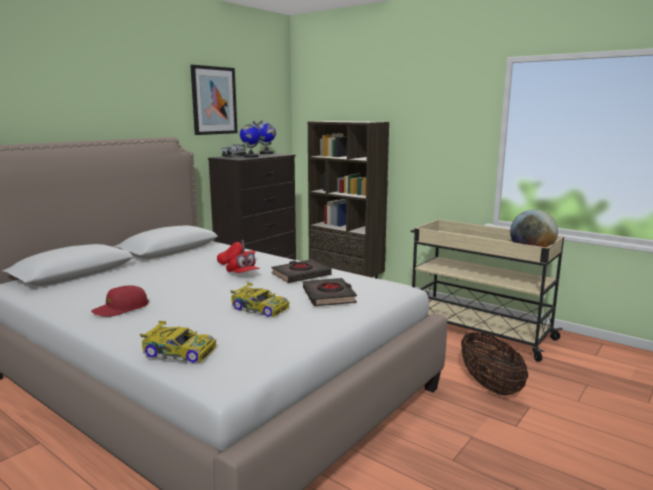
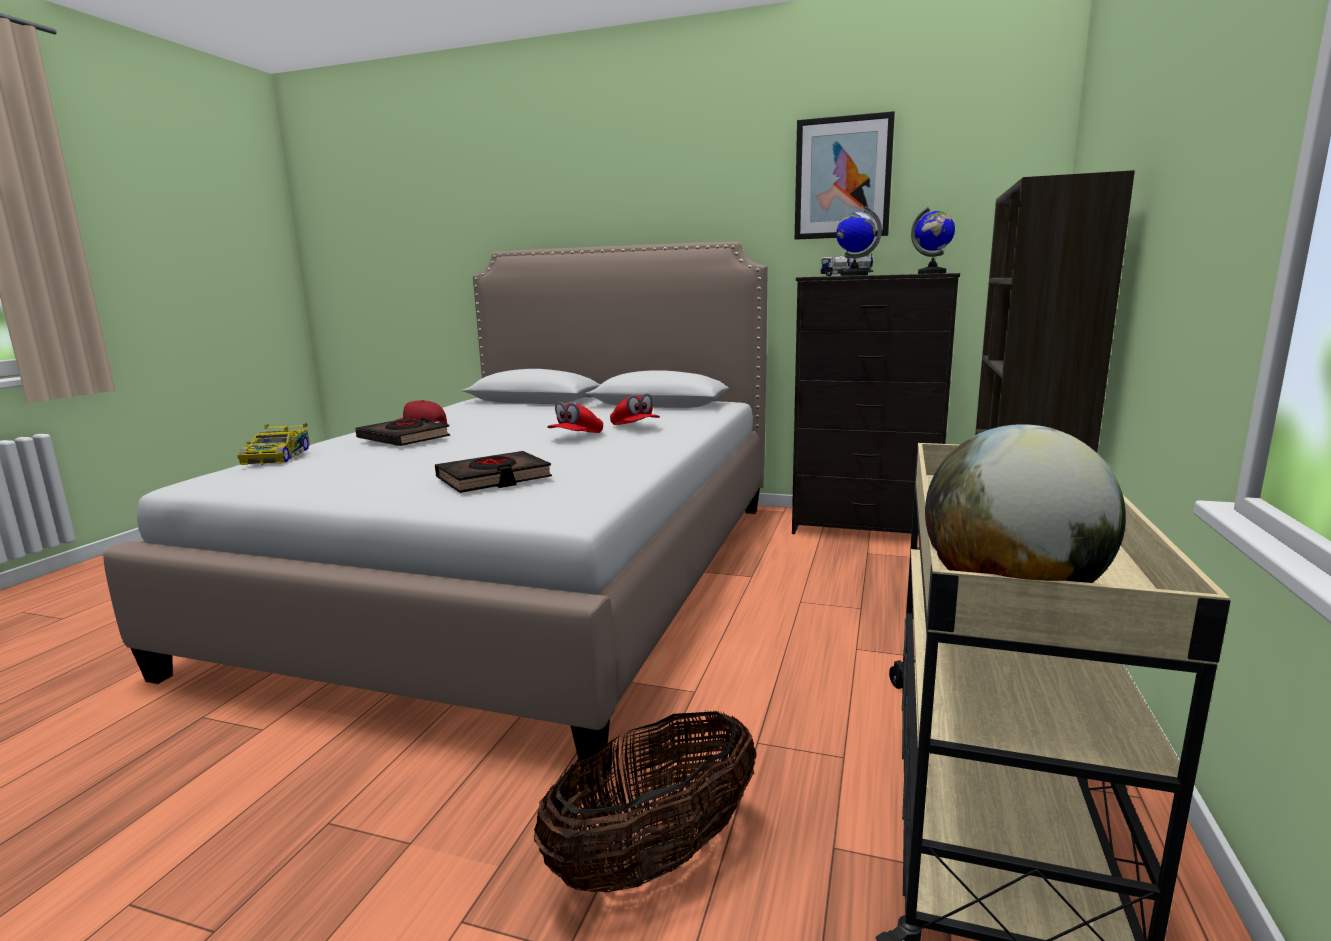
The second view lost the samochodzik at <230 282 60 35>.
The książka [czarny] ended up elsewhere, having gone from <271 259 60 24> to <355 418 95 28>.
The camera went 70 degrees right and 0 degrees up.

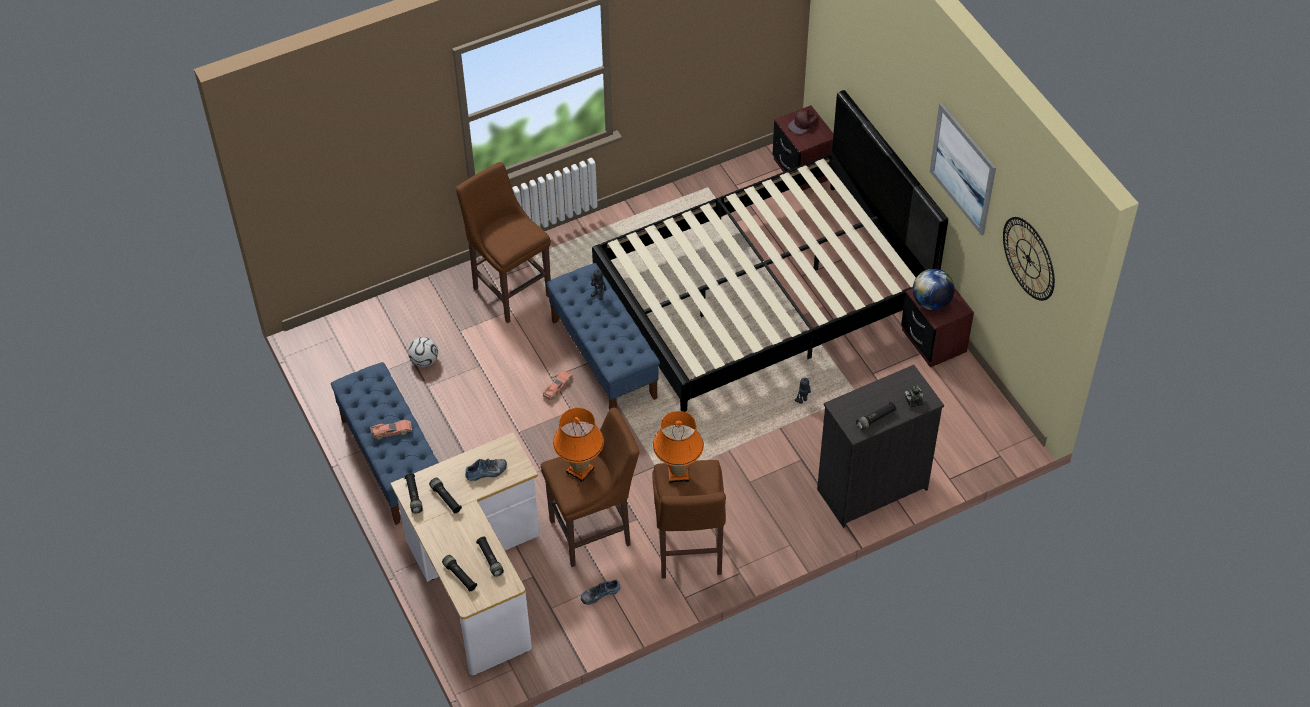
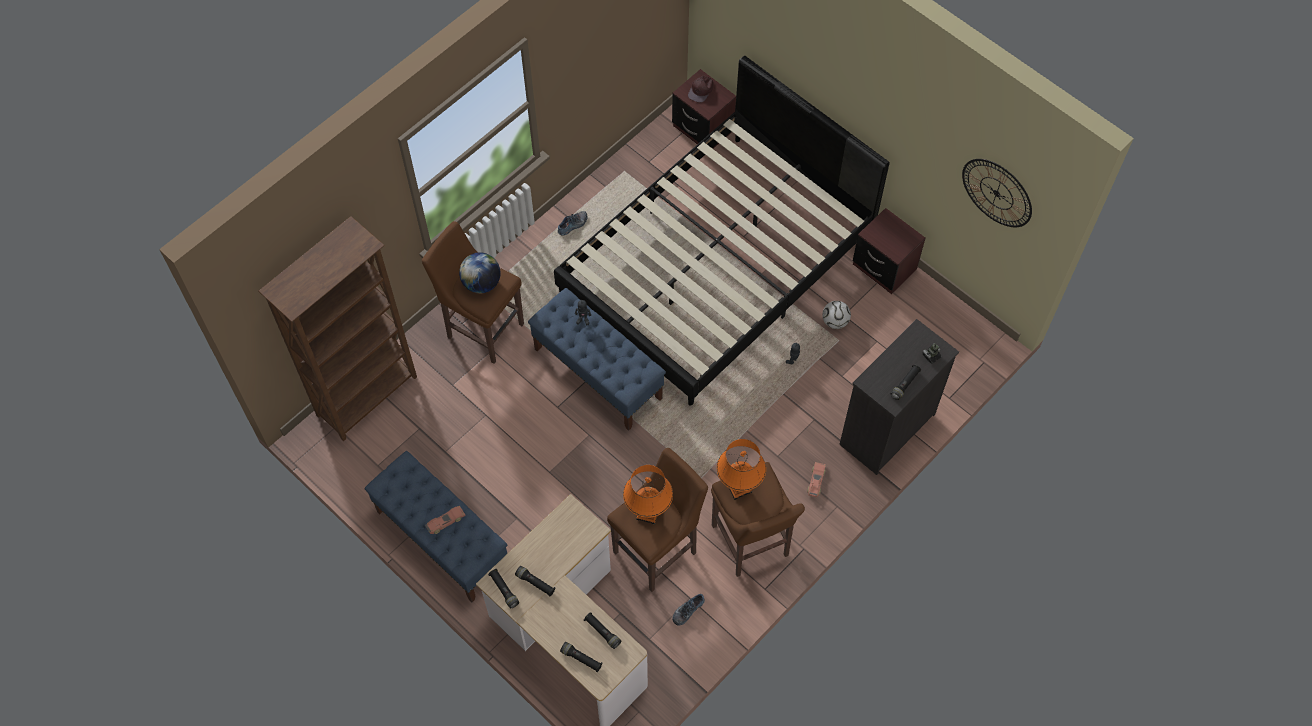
The second view lost the obraz at <930 103 66 133>.
The second view gained the regał [brązowy] at <259 216 158 225>.
The piłka futbolowa ended up elsewhere, having gone from <408 337 30 30> to <822 301 29 28>.
The but ended up elsewhere, having gone from <465 459 42 22> to <558 211 30 25>.
The samochodzik ended up elsewhere, having gone from <543 370 30 30> to <807 462 19 35>.
The globus ended up elsewhere, having gone from <913 269 42 41> to <459 252 42 41>.
The camera went 20 degrees left and 10 degrees up.

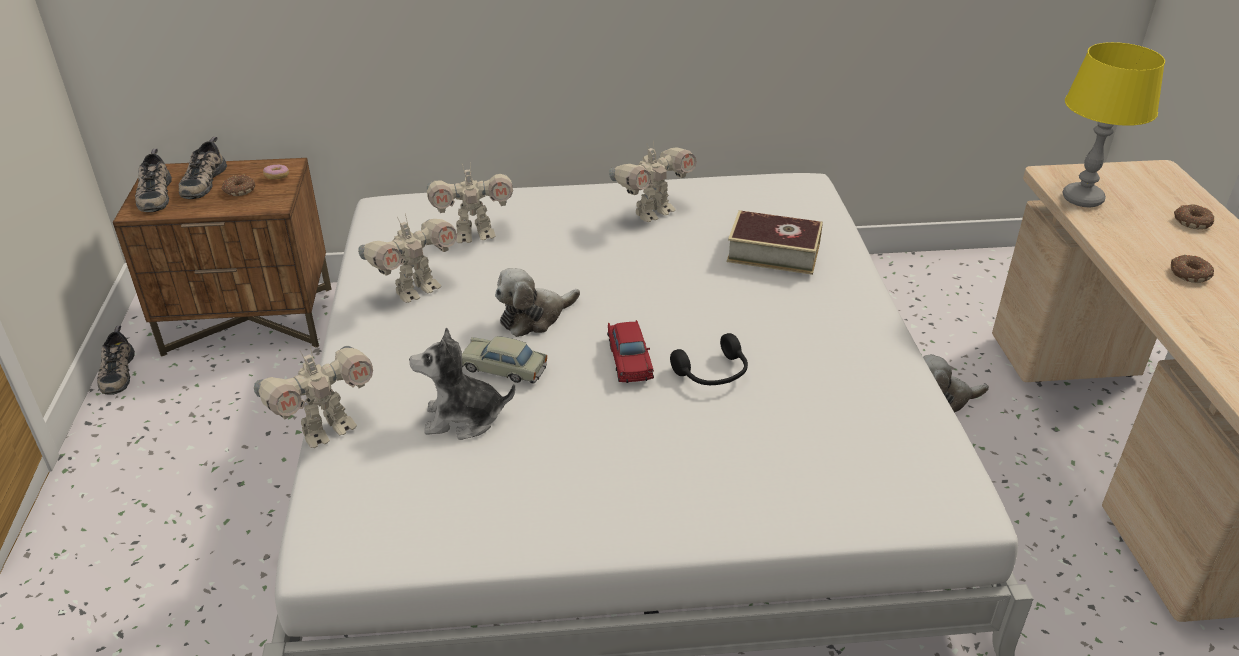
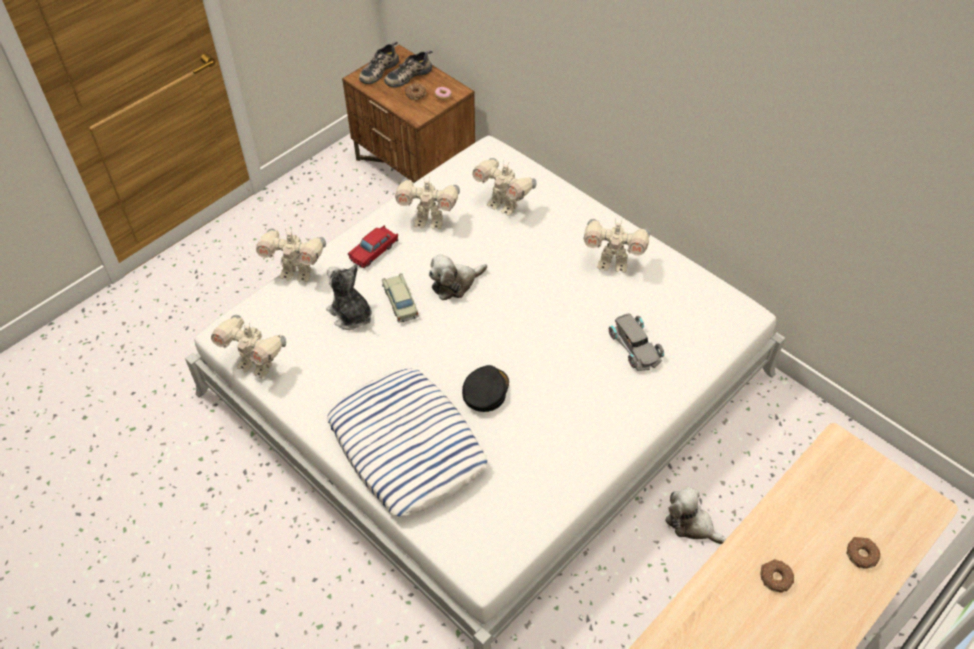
The second view lost the but at <97 325 38 70>.
The second view lost the lampa stołowa [żółty] at <1063 42 102 165>.
The second view gained the robot zabawkowy at <211 315 75 63>.
The second view gained the poduszka at <327 369 161 148>.
The samochodzik [czerwony] ended up elsewhere, having gone from <607 320 47 63> to <348 225 50 43>.
Where the słuchawki [czarny] stood at <670 333 78 52>, the czapka z daszkiem [czarny] came to stand at <462 365 47 47>.
Where the książka stood at <727 210 96 65>, the samochodzik [szary] came to stand at <608 314 56 57>.
The pluszak at <495 268 85 69> ended up facing another way, 45 degrees counterclockwise from before.
The camera went 50 degrees right and 15 degrees up.

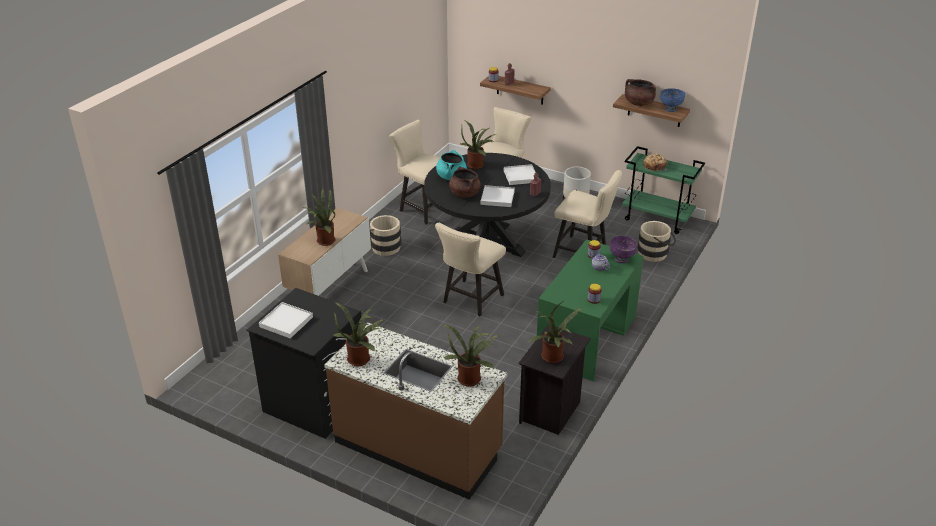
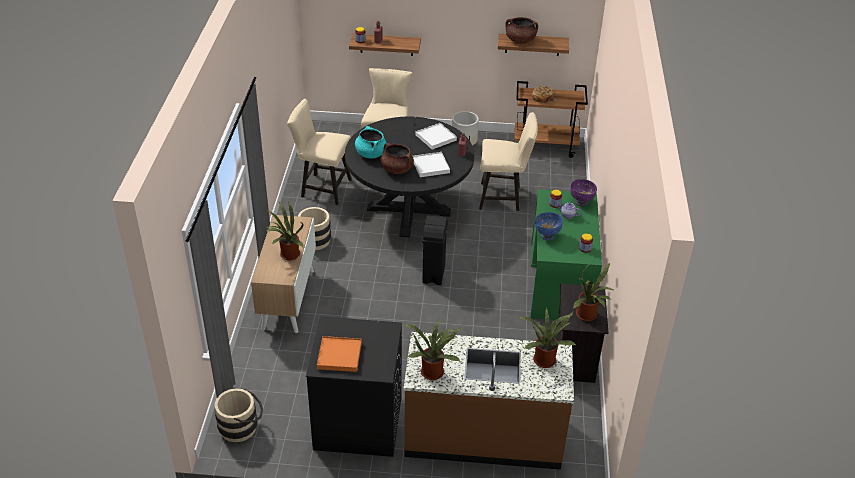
The second view lost the roślina doniczkowa at <460 121 36 48>.
The wiadro [beżowy] ended up elsewhere, having gone from <638 221 38 41> to <215 387 48 55>.
The miska [niebieski] ended up elsewhere, having gone from <660 88 26 24> to <535 212 28 28>.
Where the krzesło [beżowy] stood at <435 223 71 93>, the kosz na śmieci [czarny] came to stand at <422 215 26 70>.
What was the taca [biały] at <259 302 54 36> turned into the taca [pomarańczowy] at <317 336 45 36>.
What was the wózek [zielony] at <622 146 83 88> turned into the wózek [brązowy] at <514 81 74 77>.
The camera went 25 degrees left and 5 degrees up.

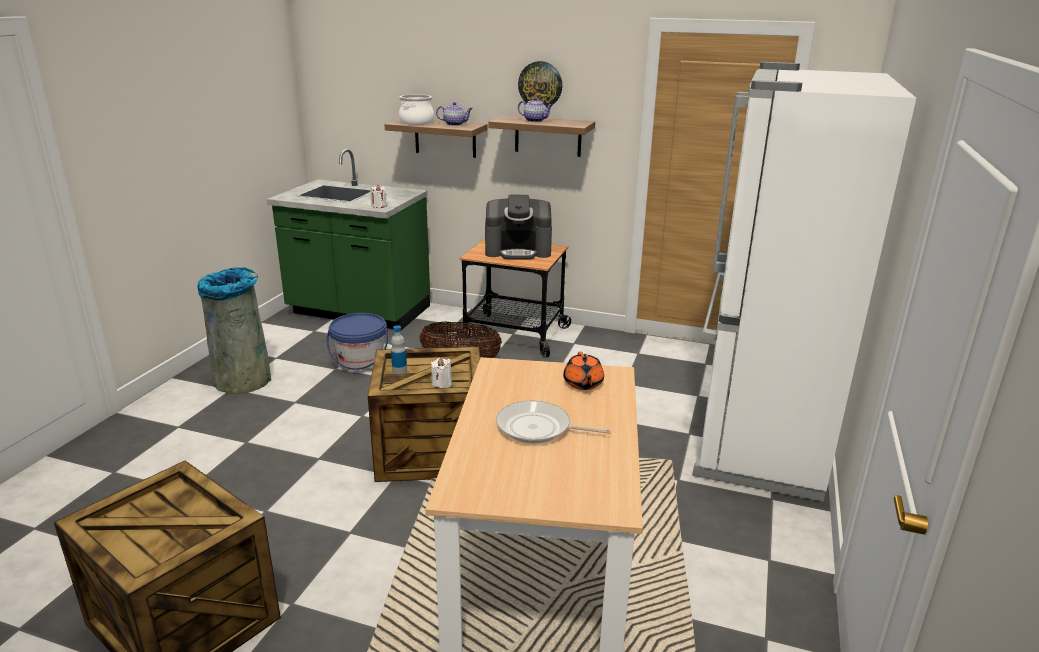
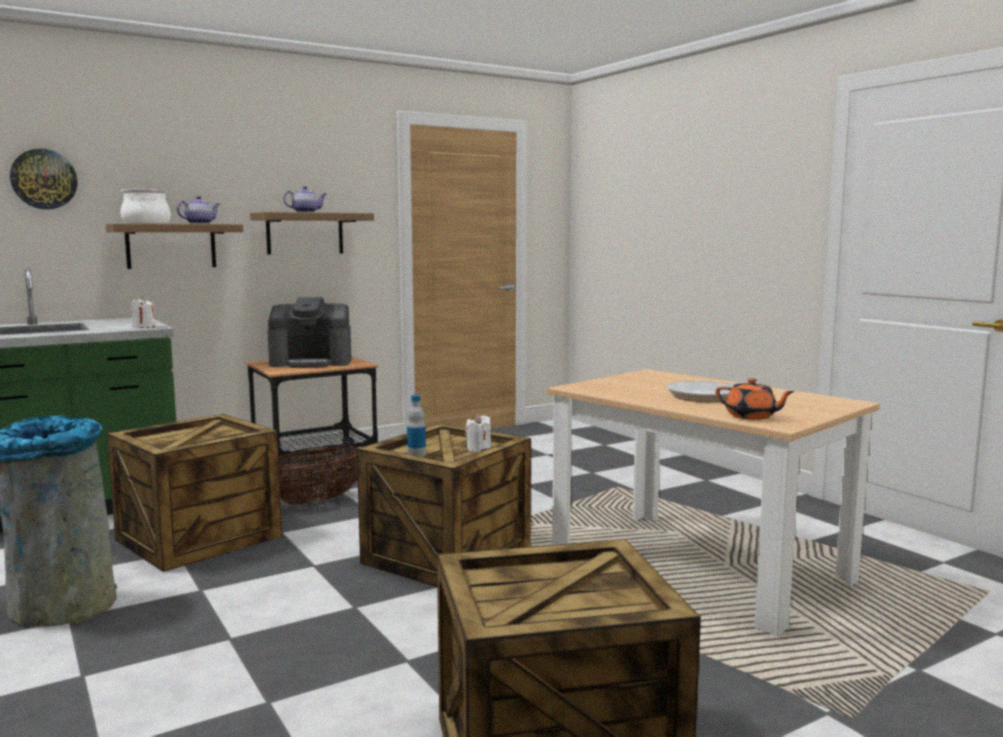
The second view lost the lodówka [biały] at <692 62 224 440>.
The zegar ścienny ended up elsewhere, having gone from <518 61 44 47> to <10 149 68 60>.
The imbryk [pomarańczowy] ended up elsewhere, having gone from <563 352 41 38> to <716 378 79 42>.
Where the wiadro [niebieski] stood at <327 313 61 60>, the skrzynka came to stand at <107 414 175 158>.
The ekspres do kawy at <485 195 67 65> ended up facing another way, 45 degrees clockwise from before.
The camera went 50 degrees left and 15 degrees down.

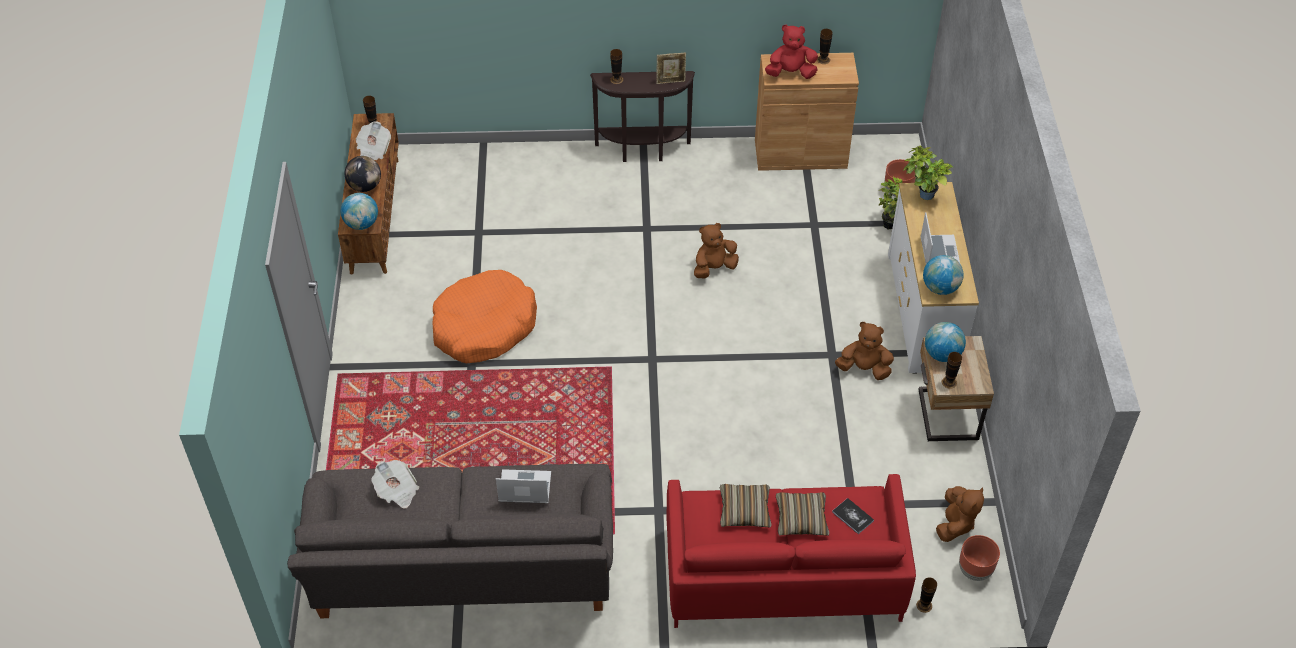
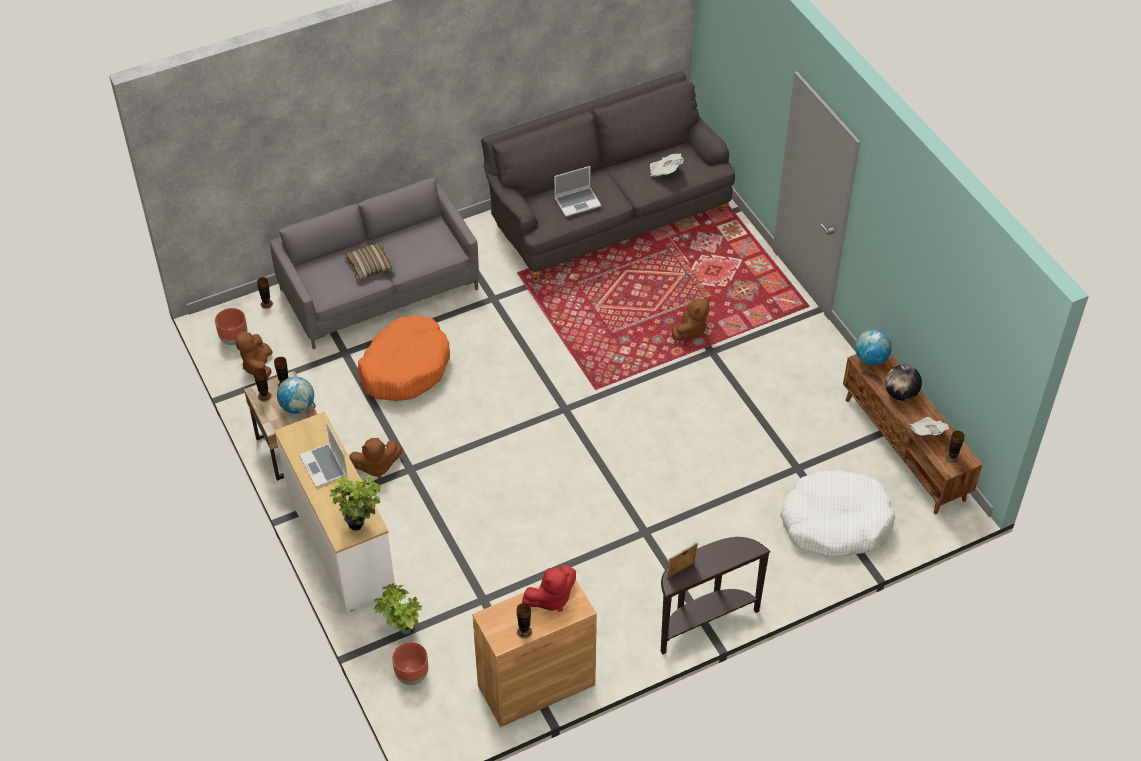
The second view lost the poduszka at <720 484 52 43>.
The second view lost the książka at <832 498 42 36>.
The second view lost the globus at <923 255 41 40>.
The second view gained the legowisko [biały] at <780 470 115 87>.
The legowisko [pomarańczowy] ended up elsewhere, having gone from <433 270 104 93> to <358 315 92 86>.
The wazon ended up elsewhere, having gone from <610 49 13 35> to <254 368 18 34>.
The pluszak [brązowy] ended up elsewhere, having gone from <694 223 45 55> to <671 298 39 43>.
What was the kanapa [czerwony] at <667 474 249 154> turned into the kanapa [szary] at <270 178 209 171>.
The camera went 155 degrees right and 0 degrees up.

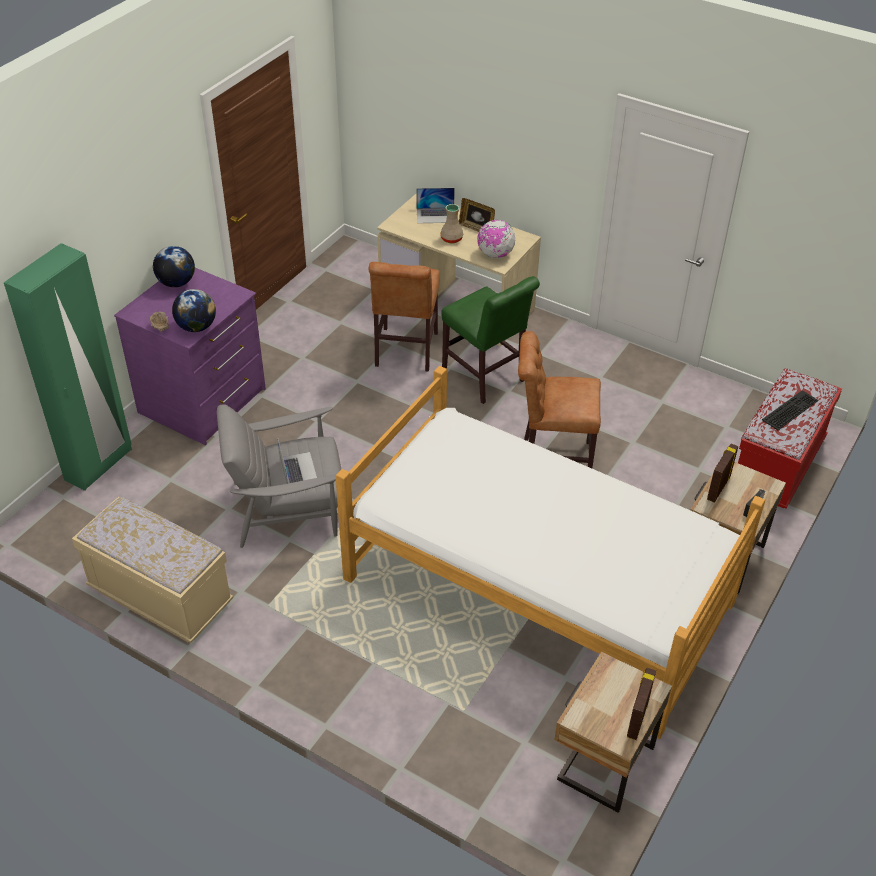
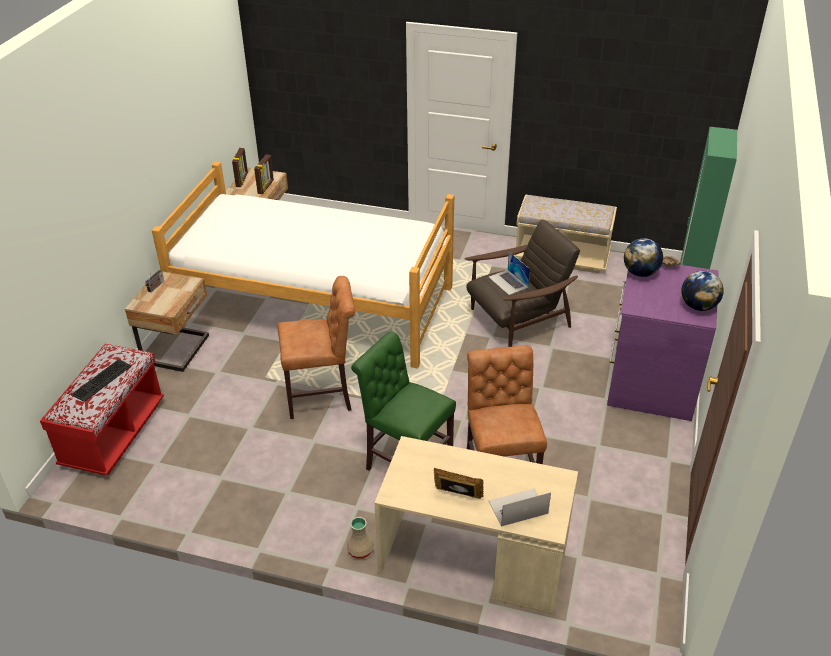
The second view lost the globus at <477 220 38 38>.
The wazon [beżowy] ended up elsewhere, having gone from <440 204 23 40> to <347 517 26 42>.
The ramka na zdjęcie ended up elsewhere, having gone from <707 444 31 59> to <254 155 20 39>.
What was the fotel [szary] at <217 404 124 144> turned into the fotel [brązowy] at <465 220 115 127>.
The camera went 165 degrees right and 5 degrees down.

